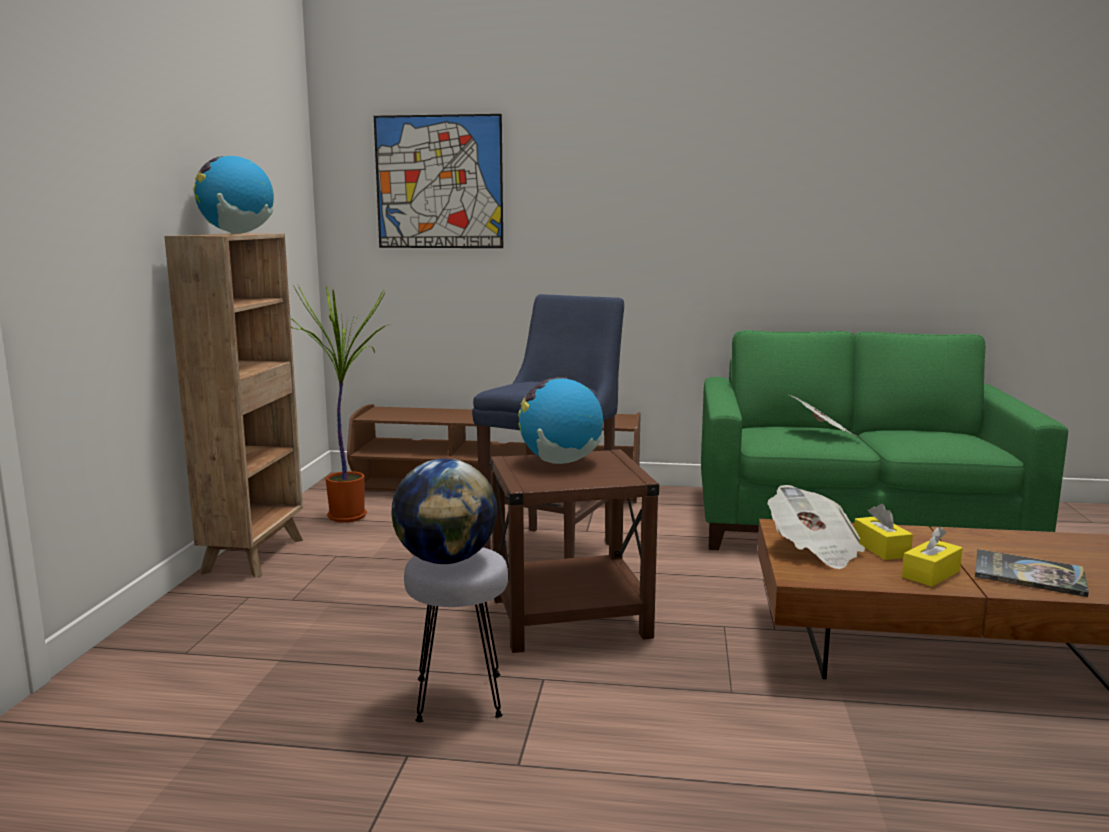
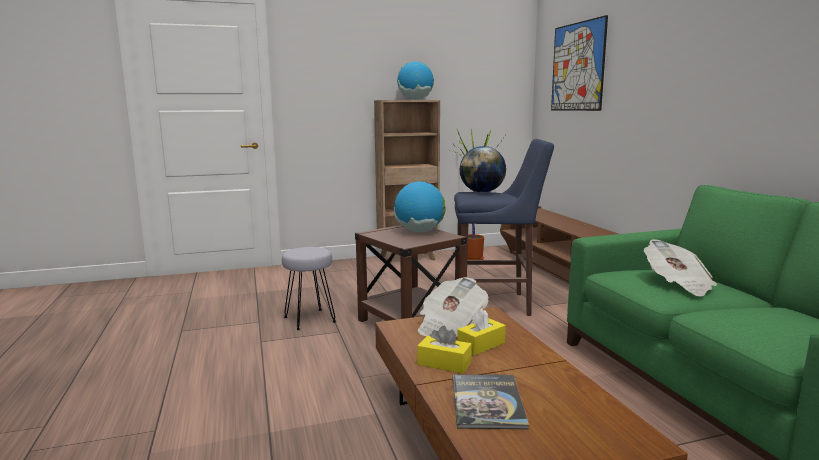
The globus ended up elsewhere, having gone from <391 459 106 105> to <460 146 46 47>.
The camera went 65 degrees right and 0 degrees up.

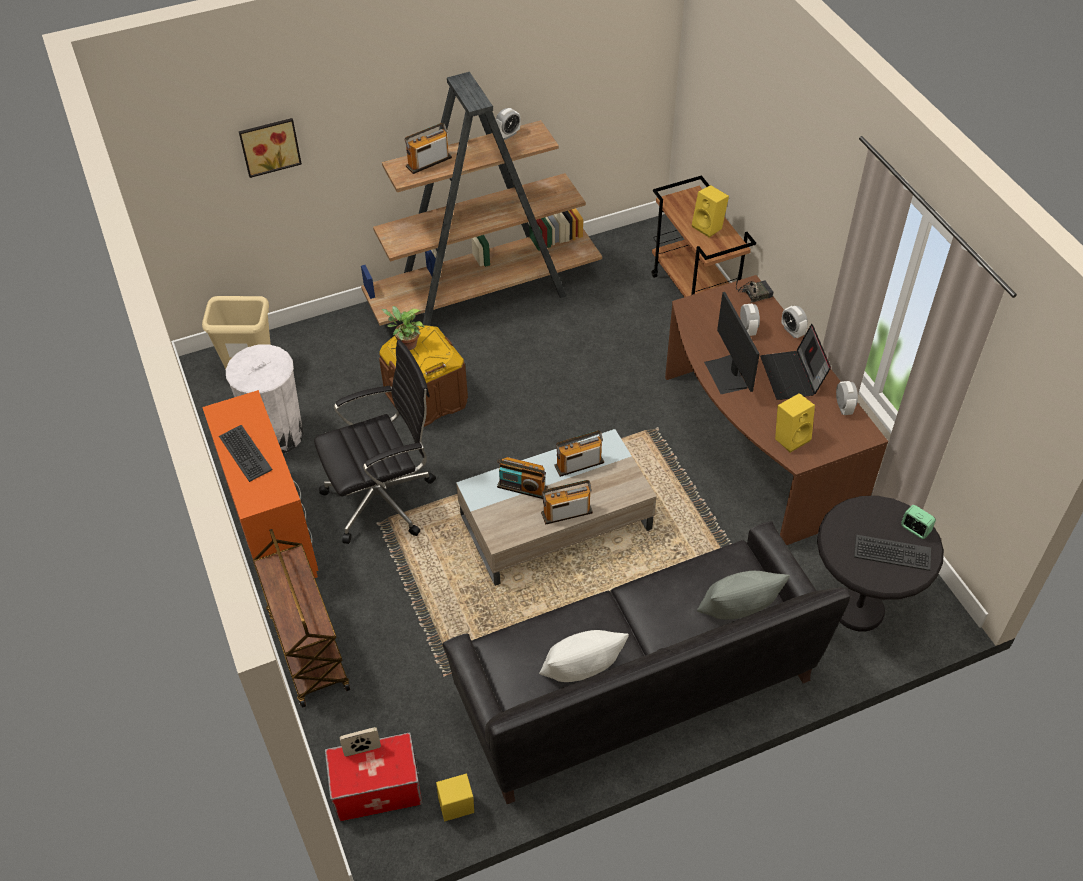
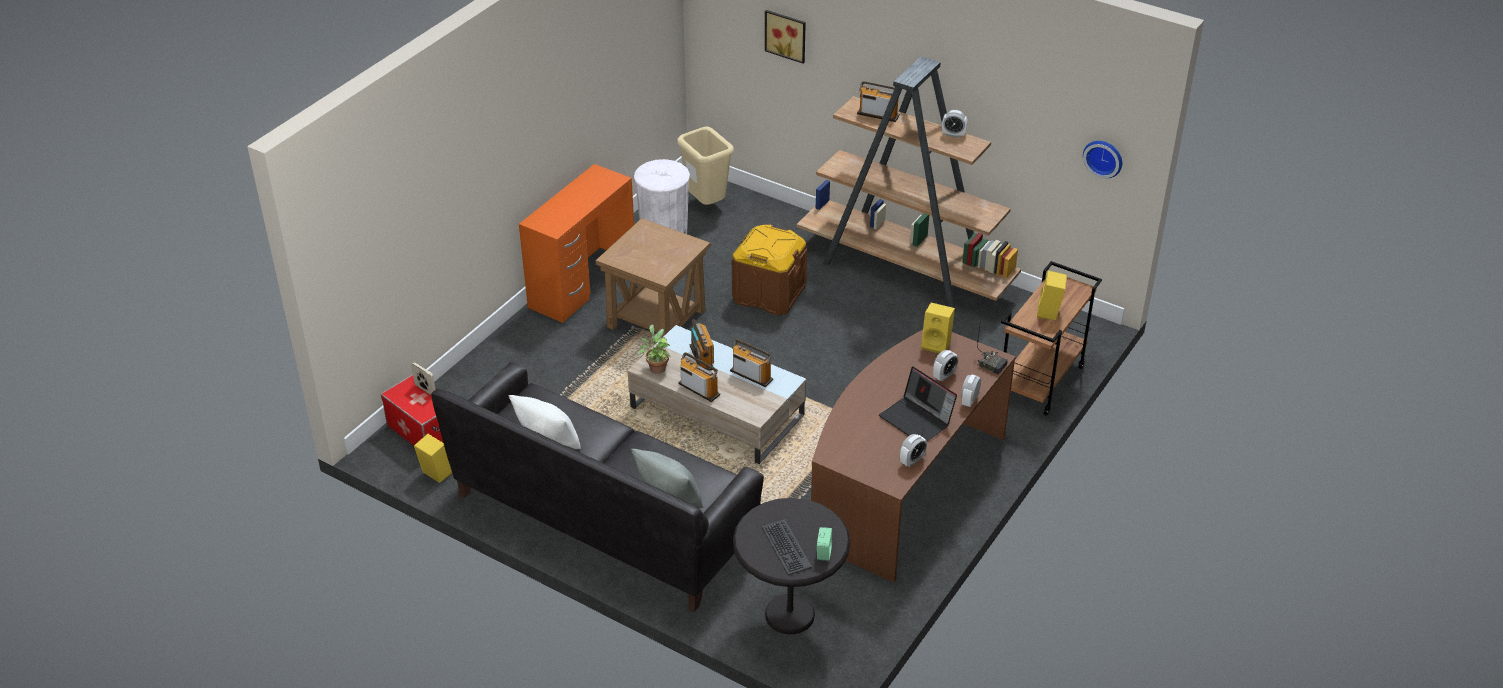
The second view lost the klawiatura at <219 425 54 57>.
The second view lost the wózek [brązowy] at <253 529 97 179>.
The second view lost the monitor at <704 292 56 102>.
The second view gained the zegar ścienny at <1083 141 39 37>.
The roślina doniczkowa ended up elsewhere, having gone from <382 306 43 44> to <638 324 32 50>.
The głośnik [żółty] ended up elsewhere, having gone from <775 393 40 60> to <921 303 34 50>.
Where the krzesło biurowe [czarny] stood at <314 340 122 204>, the stolik [brązowy] came to stand at <595 218 116 121>.
The laptop at <760 324 71 76> ended up facing another way, 90 degrees counterclockwise from before.
The camera went 55 degrees right and 10 degrees down.

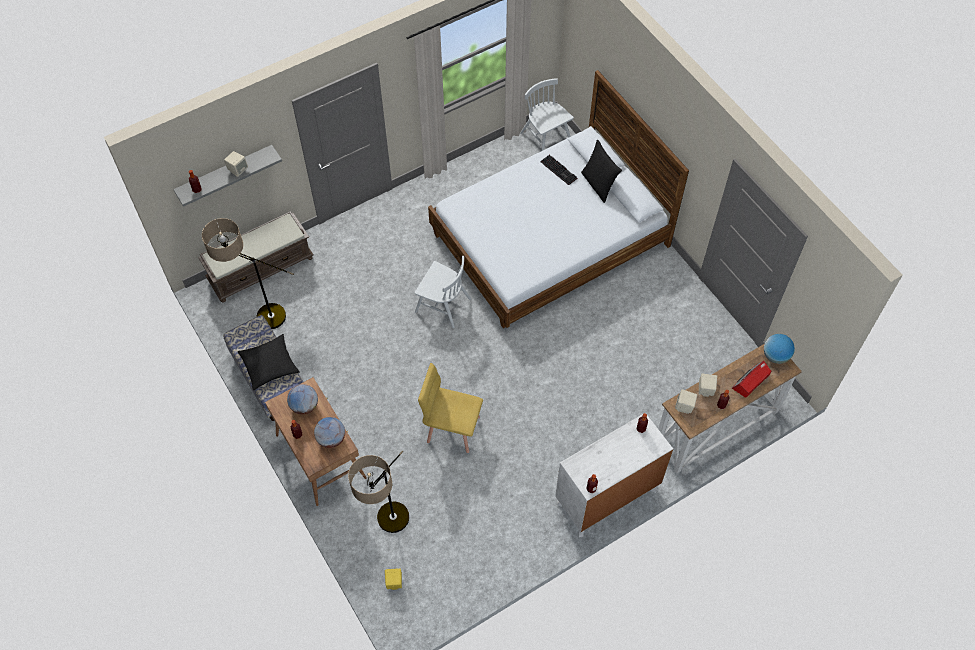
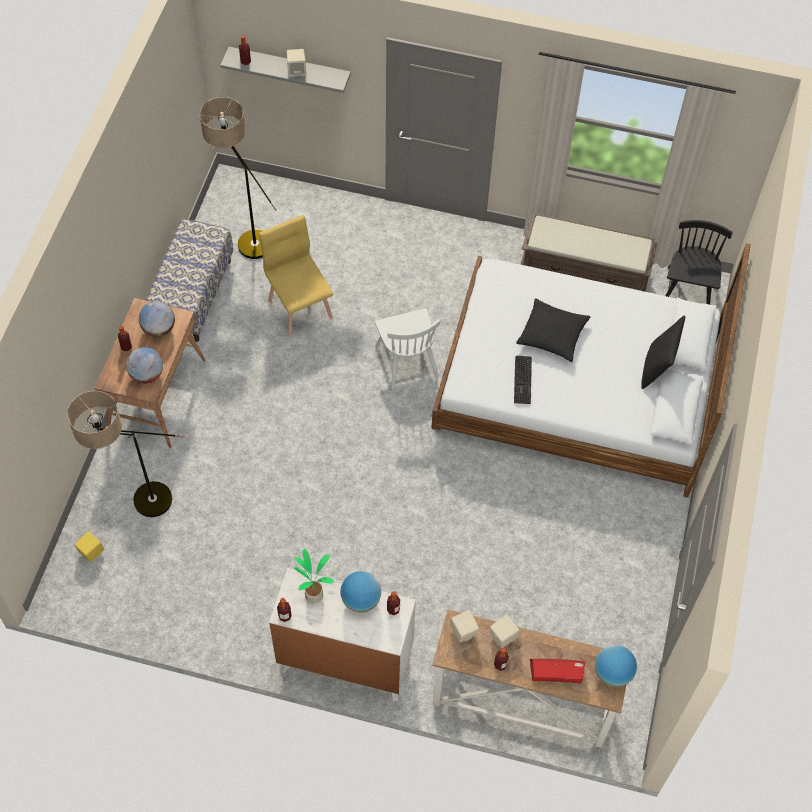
The second view gained the roślina doniczkowa at <294 549 40 55>.
The second view gained the globus at <340 571 41 41>.
The ławka [brązowy] ended up elsewhere, having gone from <198 211 115 92> to <521 213 136 79>.
The poduszka [czarny] ended up elsewhere, having gone from <238 334 62 56> to <516 298 75 64>.
The krzesło [żółty] ended up elsewhere, having gone from <418 363 65 90> to <259 215 74 122>.
The klawiatura ended up elsewhere, having gone from <541 154 36 31> to <514 355 18 49>.
What was the krzesło [biały] at <520 78 54 73> turned into the krzesło [czarny] at <665 220 68 85>.
The camera went 45 degrees right and 0 degrees up.

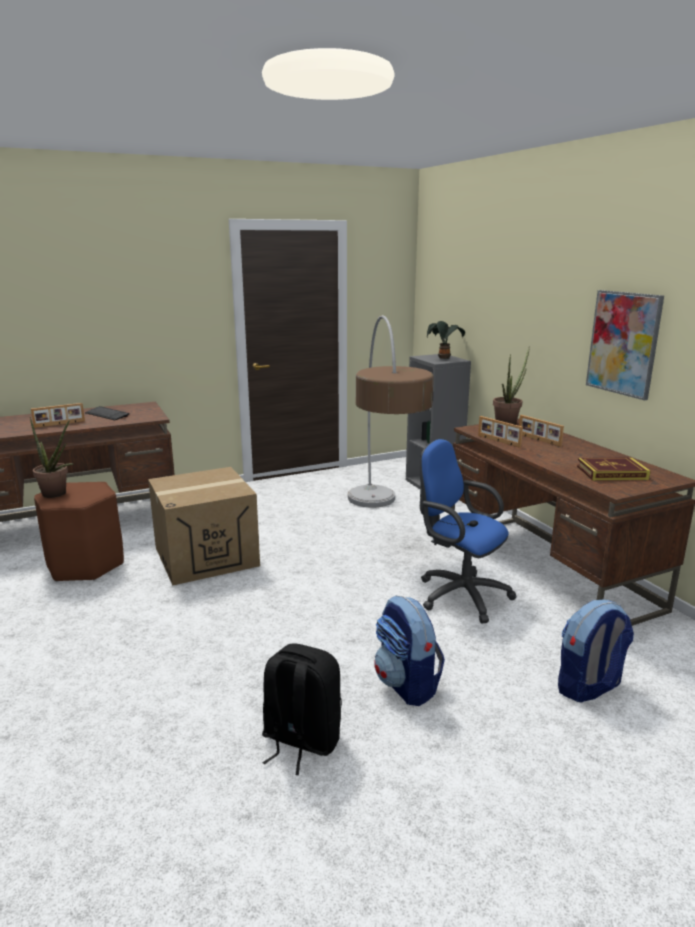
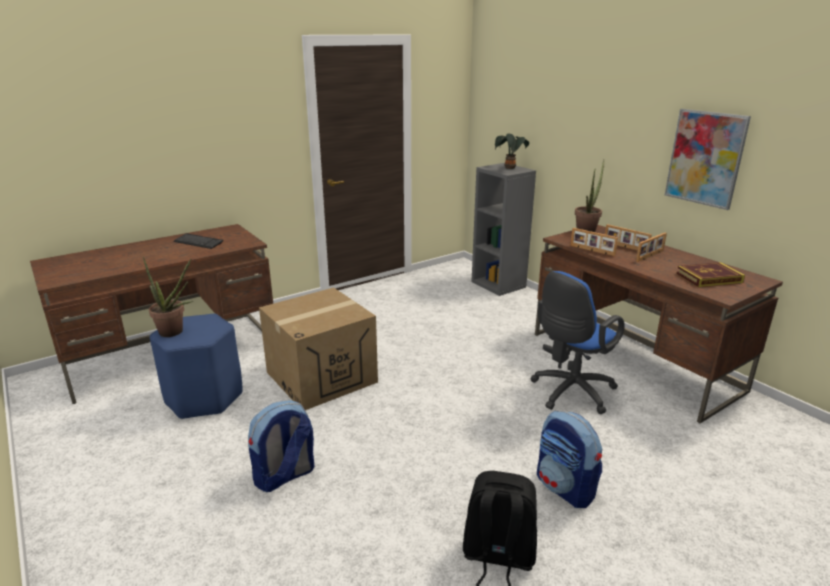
The second view lost the lampa stojąca at <348 315 86 192>.
The ramka na zdjęcie ended up elsewhere, having gone from <31 403 54 25> to <636 233 31 29>.
The plecak ended up elsewhere, having gone from <558 600 76 102> to <248 400 67 92>.
What was the stołek [brązowy] at <34 482 90 100> turned into the stołek [niebieski] at <150 314 93 105>.
The krzesło biurowe [niebieski] at <420 439 97 185> ended up facing another way, 75 degrees counterclockwise from before.
The camera went 10 degrees left and 5 degrees up.

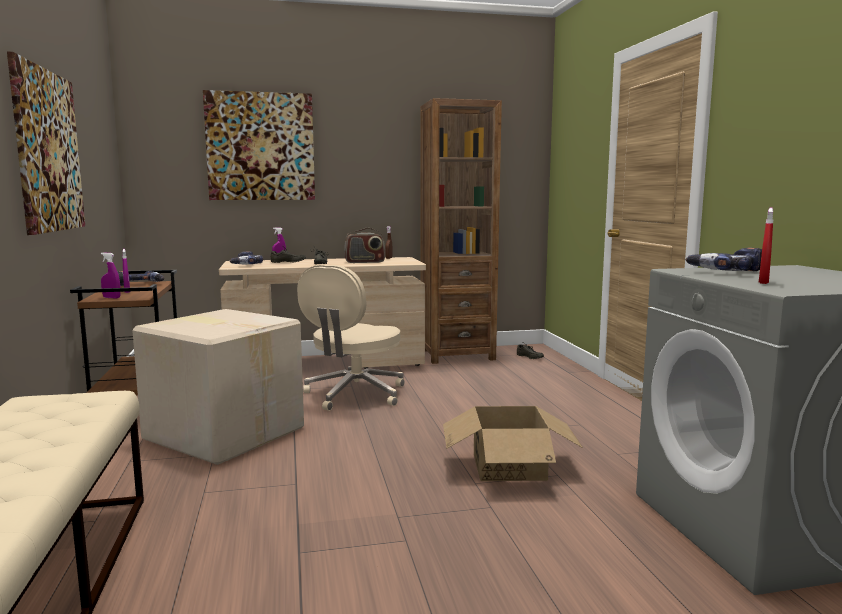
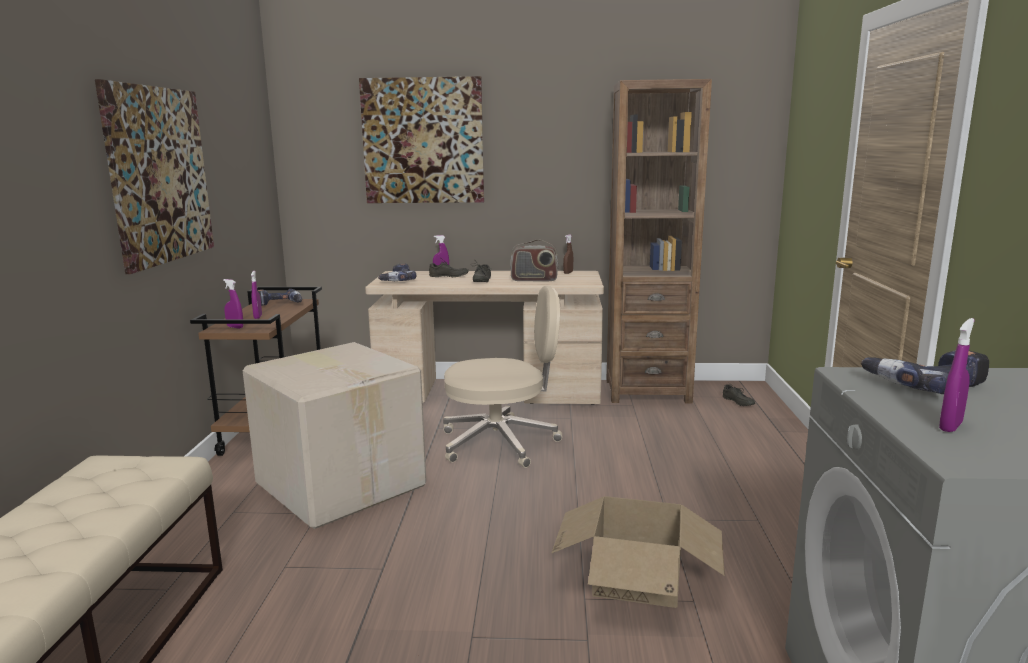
What was the spryskiwacz [czerwony] at <759 208 14 76> turned into the spryskiwacz [fioletowy] at <939 318 35 114>.
The krzesło biurowe [beżowy] at <297 264 108 147> ended up facing another way, 135 degrees counterclockwise from before.
The camera went 15 degrees right and 5 degrees up.

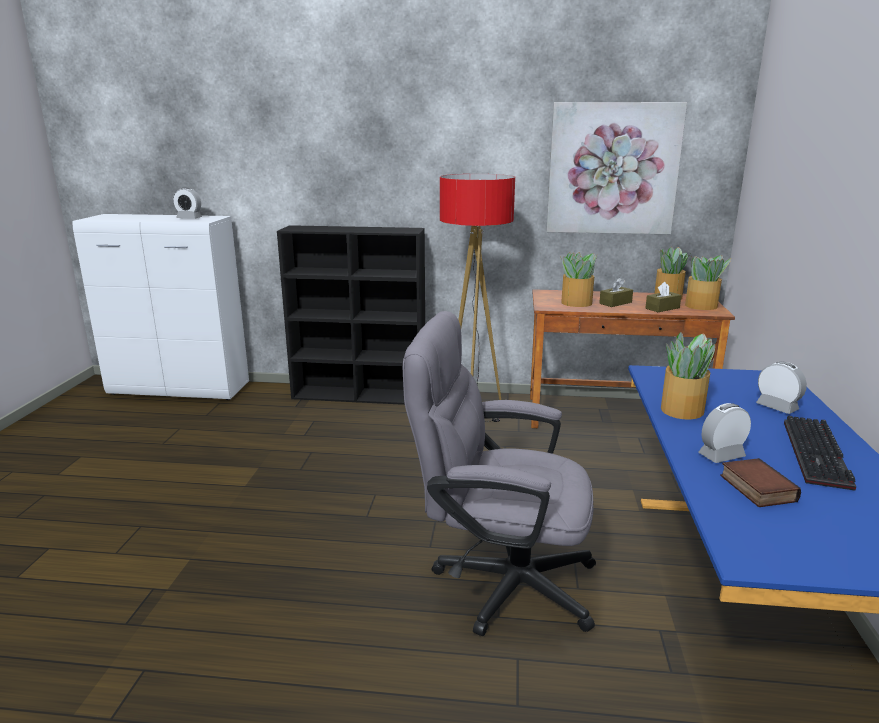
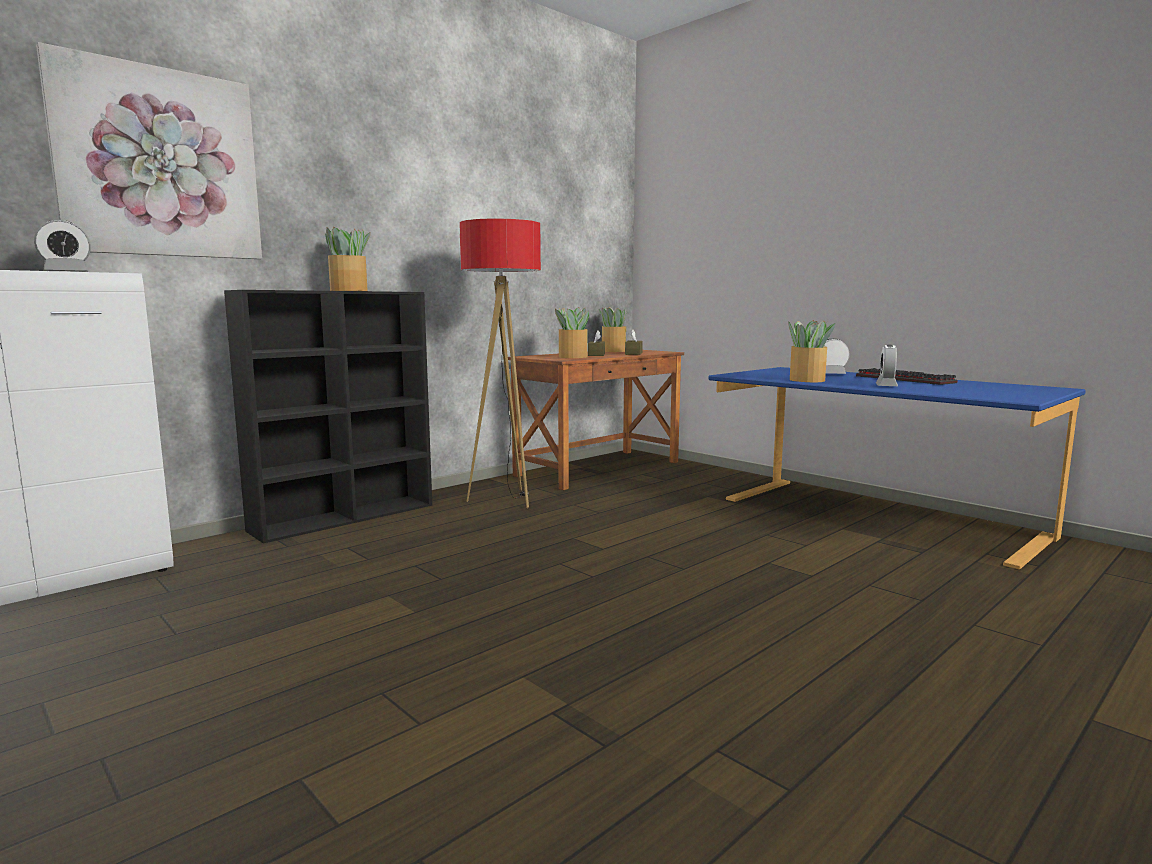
The second view lost the krzesło biurowe [szary] at <403 311 193 325>.
The second view lost the książka at <720 458 81 49>.
The obraz ended up elsewhere, having gone from <546 102 141 132> to <36 42 226 217>.
The roślina doniczkowa ended up elsewhere, having gone from <685 255 46 55> to <325 227 45 64>.
The camera went 50 degrees left and 10 degrees down.

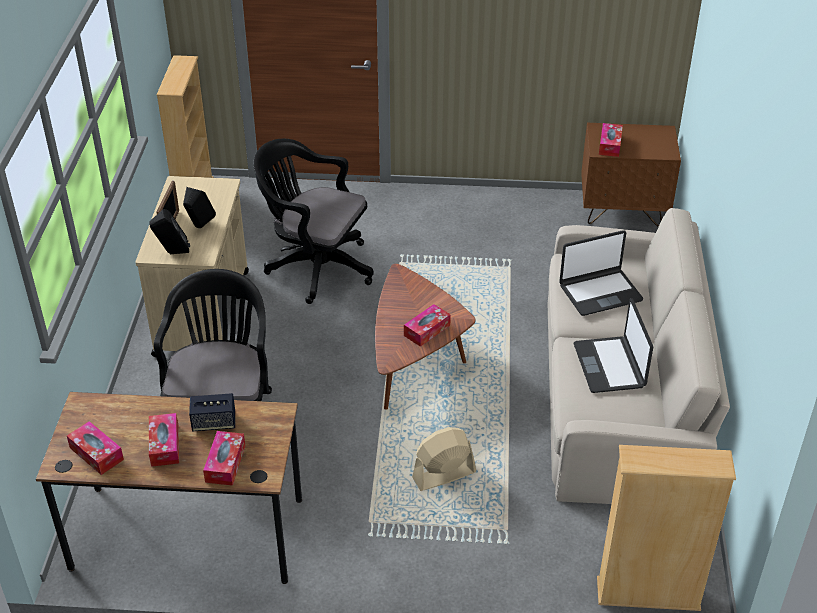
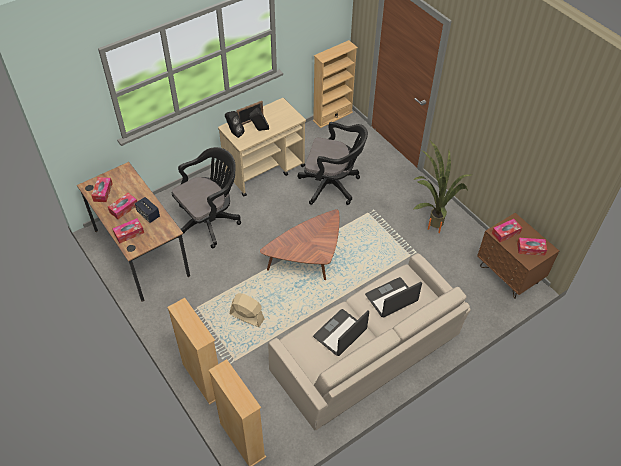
The second view gained the regał [beżowy] at <167 298 51 107>.
The second view gained the roślina doniczkowa at <413 141 58 92>.
The pudełko chusteczek ended up elsewhere, having gone from <404 304 47 43> to <517 238 30 18>.
The krzesło biurowe [czarny] at <253 139 121 165> ended up facing another way, 120 degrees clockwise from before.
The laptop at <559 230 84 86> ended up facing another way, 120 degrees clockwise from before.
The camera went 50 degrees right and 10 degrees up.

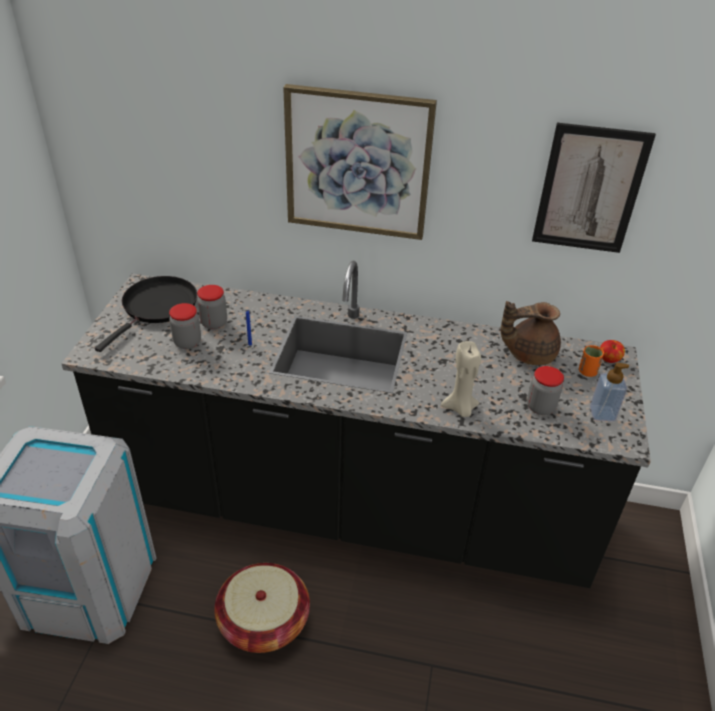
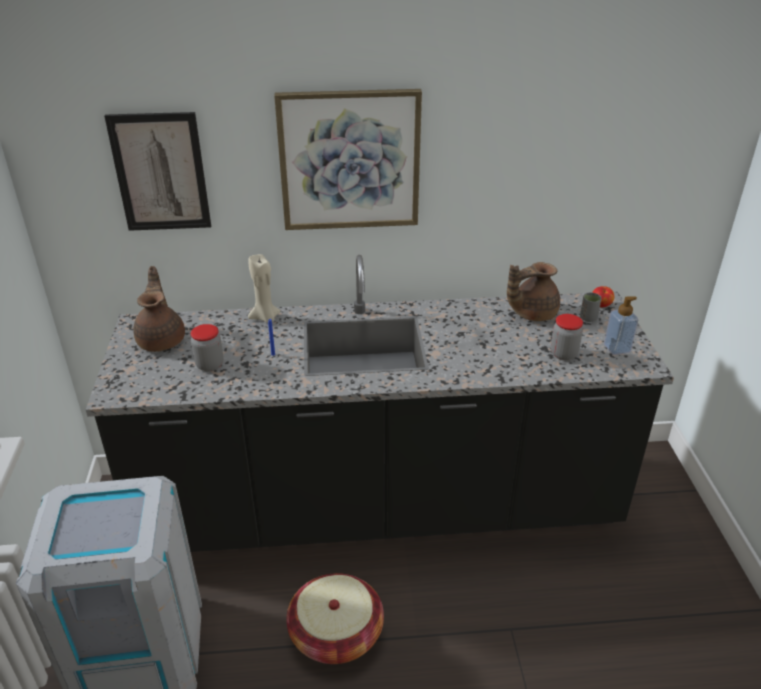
The second view lost the słoik at <197 285 30 44>.
The świeca [beżowy] ended up elsewhere, having gone from <441 341 40 76> to <248 254 33 69>.
The obraz ended up elsewhere, having gone from <532 123 124 130> to <104 112 107 119>.
Where the patelnia [czarny] stood at <95 276 102 76>, the imbryk [brązowy] came to stand at <133 266 52 86>.
What was the filiżanka [pomarańczowy] at <579 345 25 32> turned into the filiżanka [szary] at <580 293 21 29>.
The camera went 15 degrees left and 5 degrees down.

